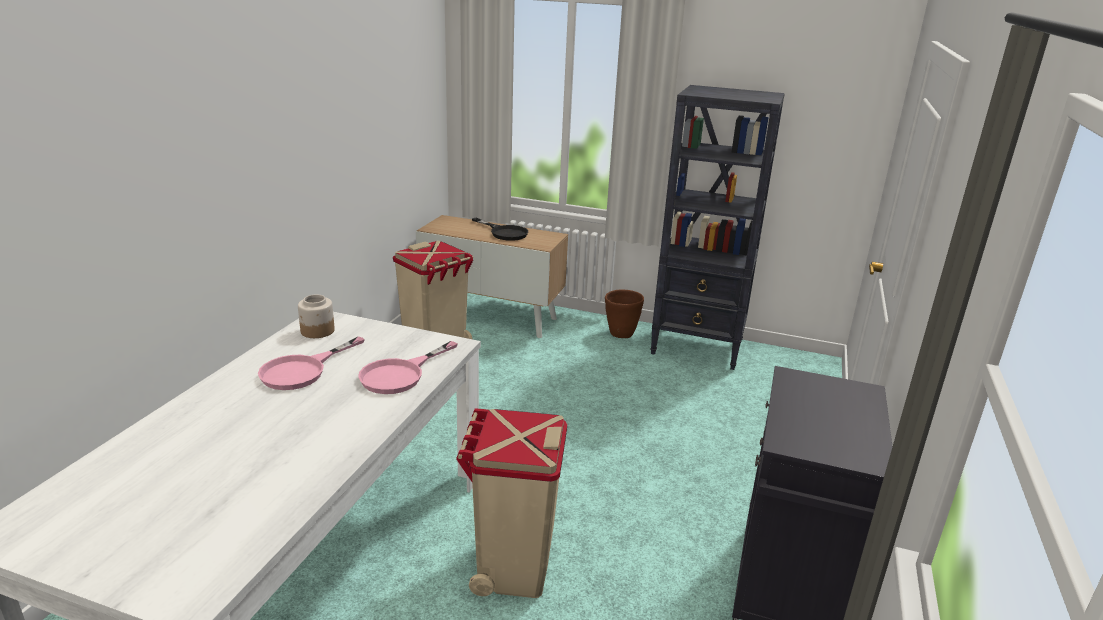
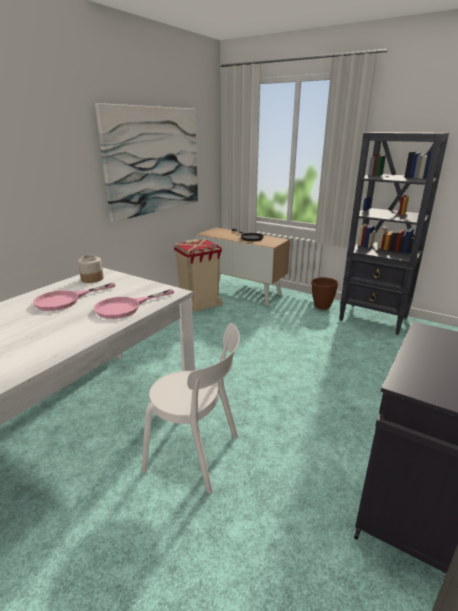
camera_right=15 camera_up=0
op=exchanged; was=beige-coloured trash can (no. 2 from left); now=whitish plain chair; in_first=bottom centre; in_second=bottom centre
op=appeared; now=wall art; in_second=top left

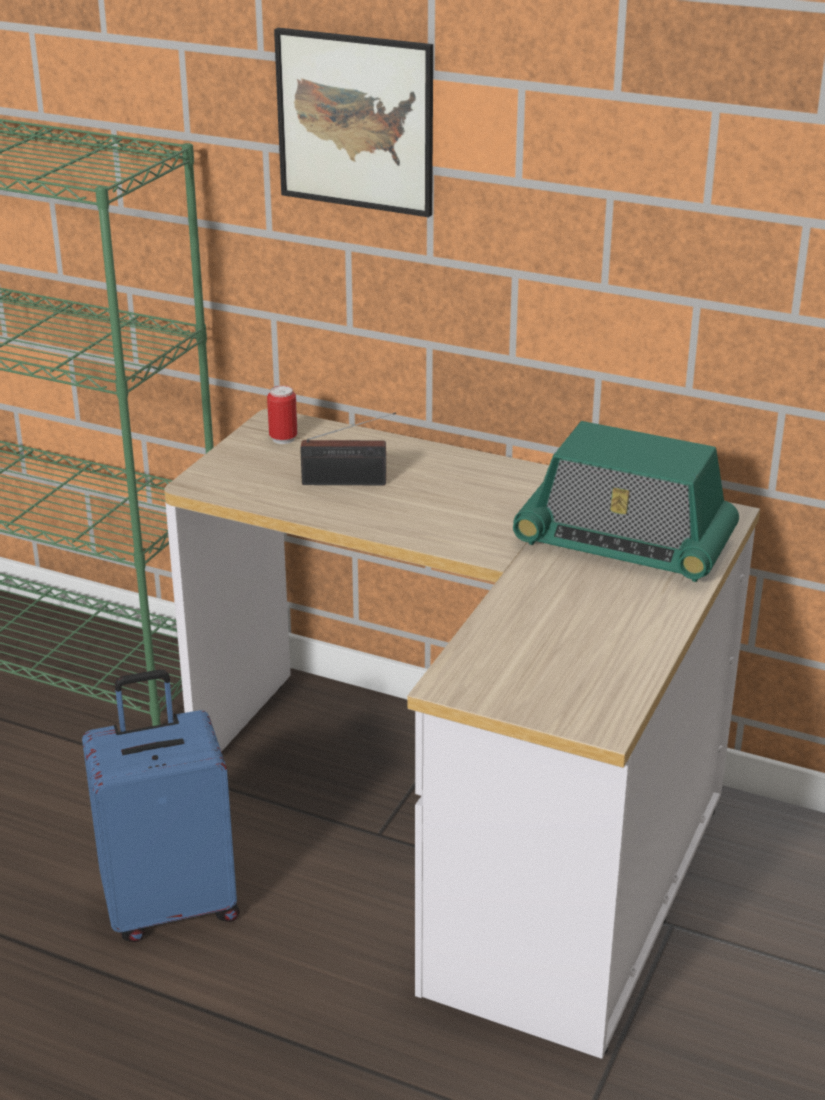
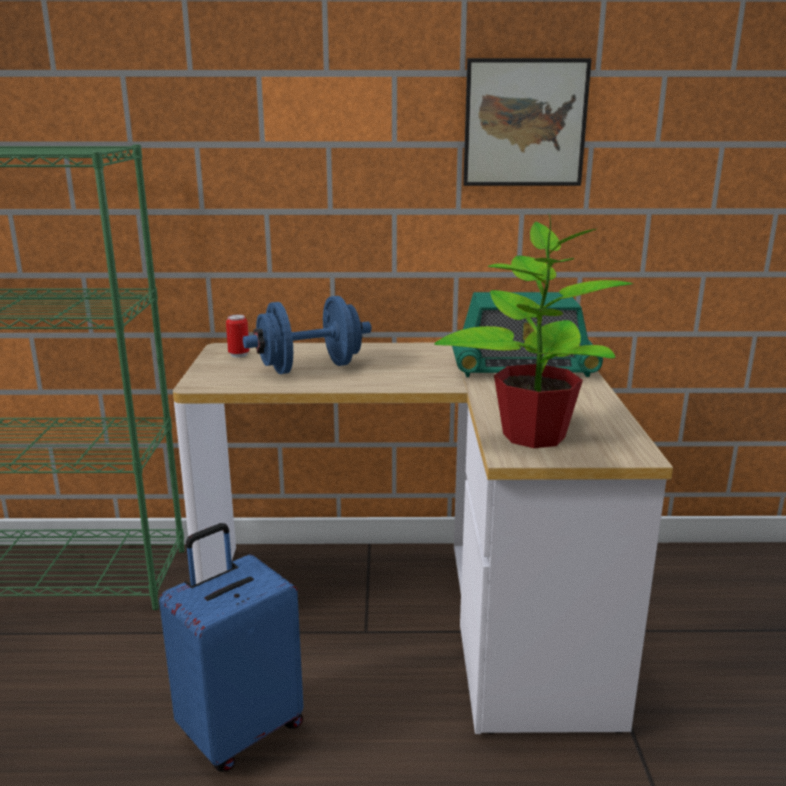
camera_right=-25 camera_up=-10
op=relocated; was=wall art; in_first=top centre; in_second=top right
op=exchanged; was=radio (no. 1 from left); now=blue hand weight; in_first=centre; in_second=centre
op=appeared; now=houseplant; in_second=middle right

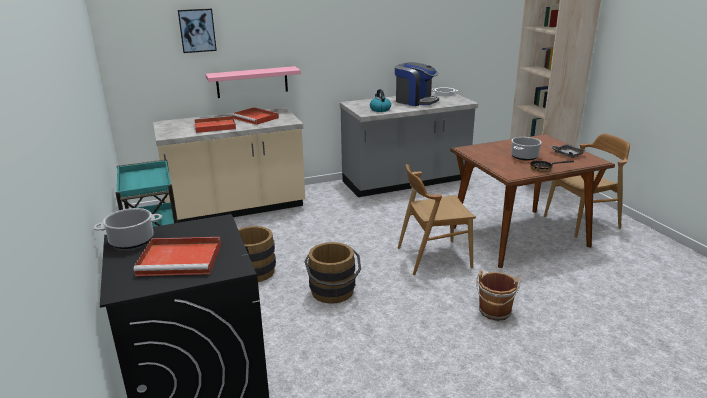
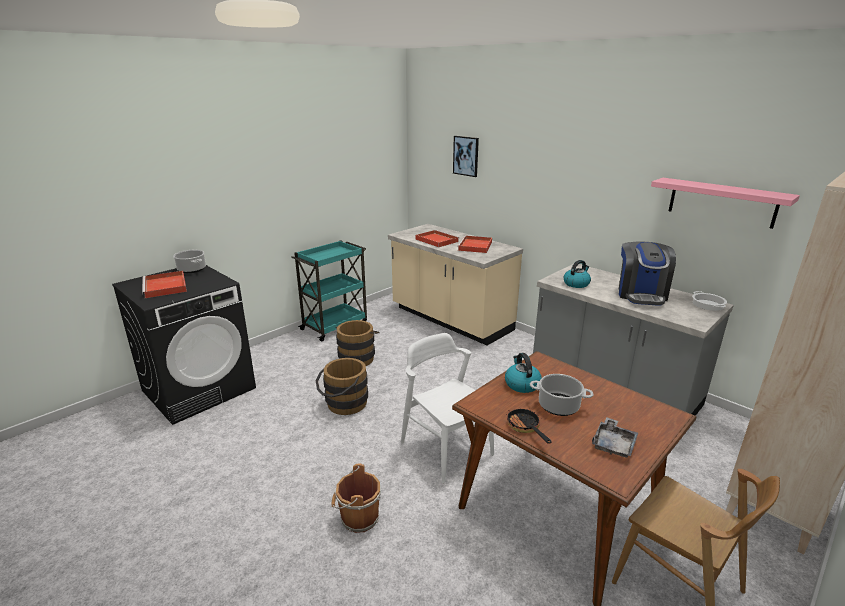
camera_right=65 camera_up=0
op=relocated; was=pink-coloured shelf; in_first=top centre; in_second=middle right
op=colour; was=brownish plain chair (no. 1 from left); now=whitish plain chair; in_first=centre; in_second=bottom centre
op=appeared; now=tea kettle (no. 1 from left); in_second=centre

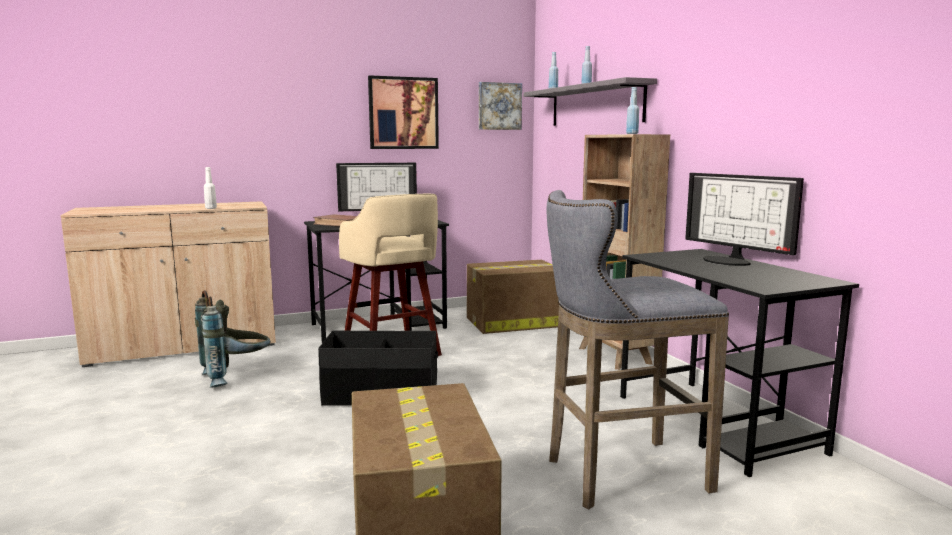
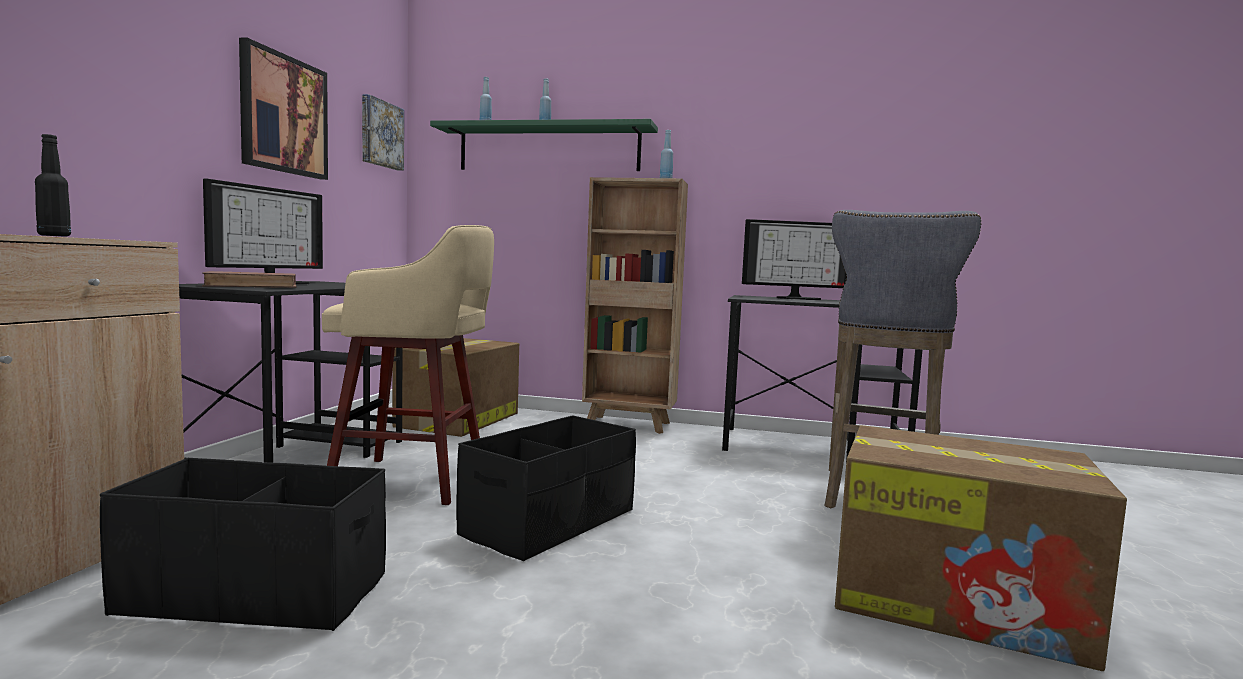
camera_right=-55 camera_up=-5
op=colour; was=gray shelf; now=green-coloured shelf; in_first=top centre; in_second=top centre
op=colour; was=whitish drink bottle; now=black-coloured drink bottle; in_first=middle left; in_second=top left
op=exchanged; was=gray rucksack; now=black-coloured storage box (no. 1 from left); in_first=middle left; in_second=bottom left

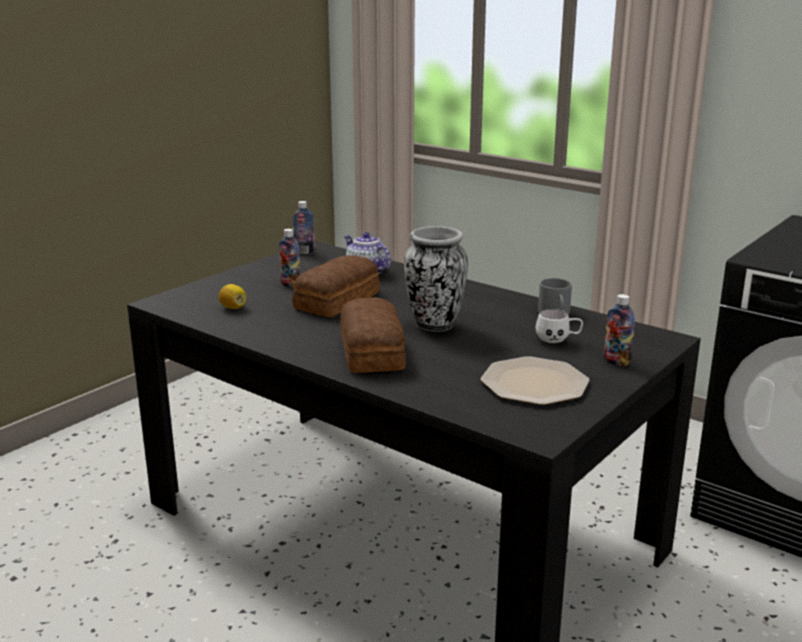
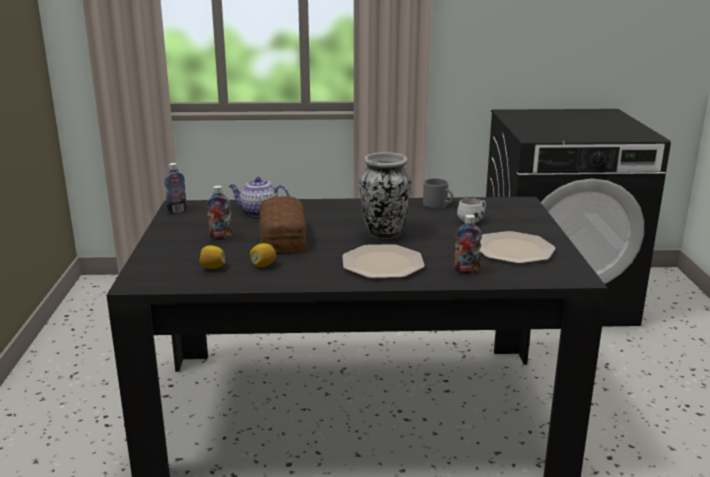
camera_right=-40 camera_up=0
op=relocated; was=drink bottle (no. 3 from left); in_first=middle right; in_second=centre
op=exchanged; was=bread (no. 2 from left); now=plate (no. 1 from left); in_first=centre; in_second=centre
op=appeared; now=lemon (no. 2 from left); in_second=centre

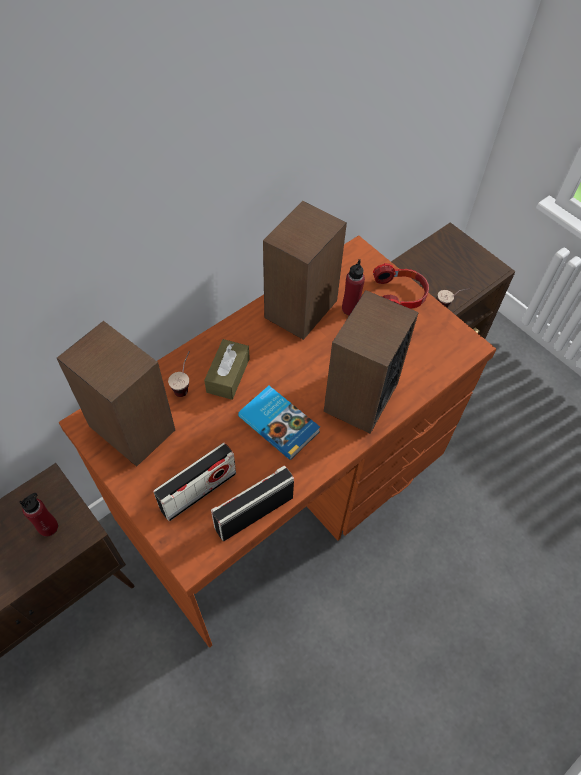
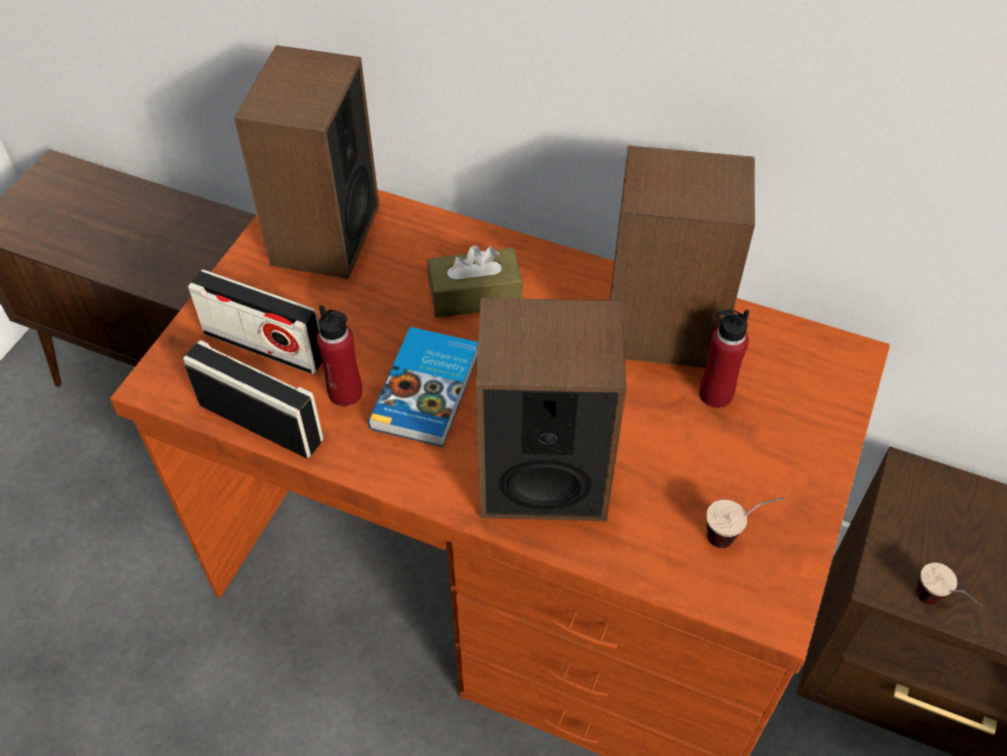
camera_right=65 camera_up=-5
op=missing; was=pair of headphones; in_first=middle right
op=relocated; was=cup (no. 1 from left); in_first=middle left; in_second=bottom right
op=relocated; was=reddish drink bottle (no. 1 from left); in_first=middle left; in_second=centre

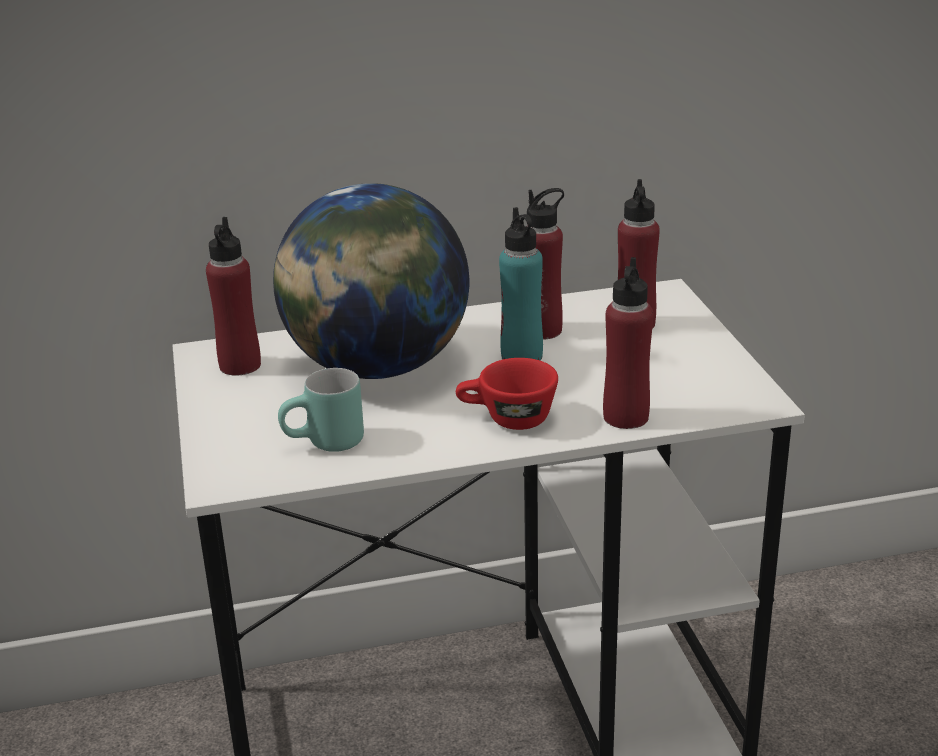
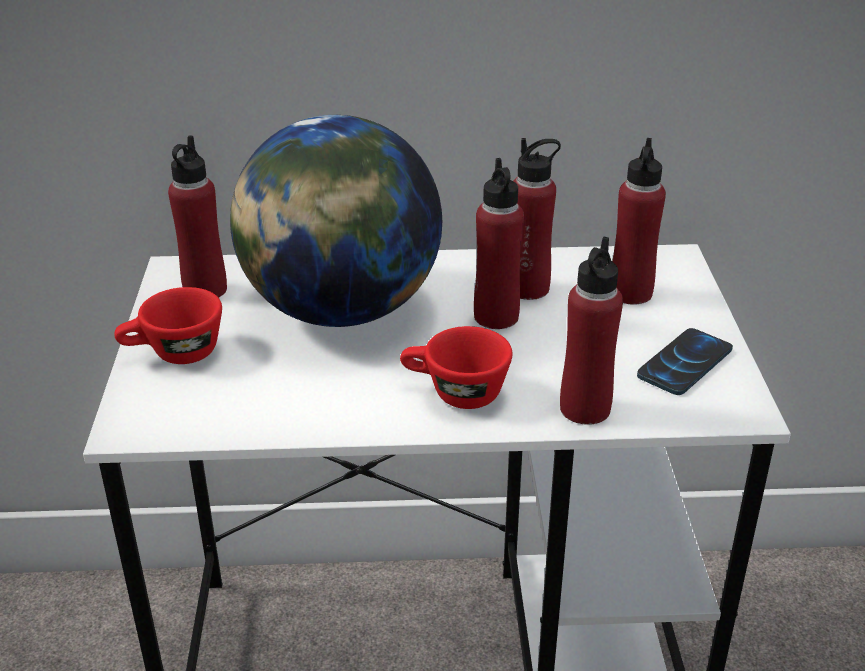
camera_right=10 camera_up=5
op=colour; was=blue-green drink bottle; now=reddish drink bottle (no. 2 from left); in_first=centre; in_second=centre
op=missing; was=blue-green coffee mug; in_first=centre
op=appeared; now=reddish cup (no. 1 from left); in_second=middle left
op=appeared; now=phone; in_second=middle right

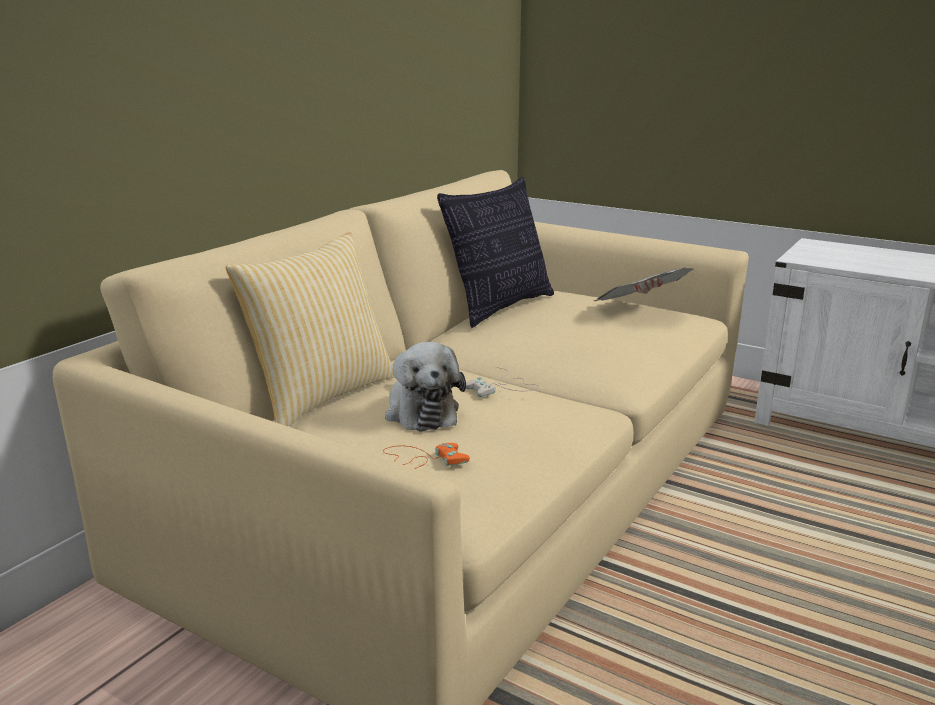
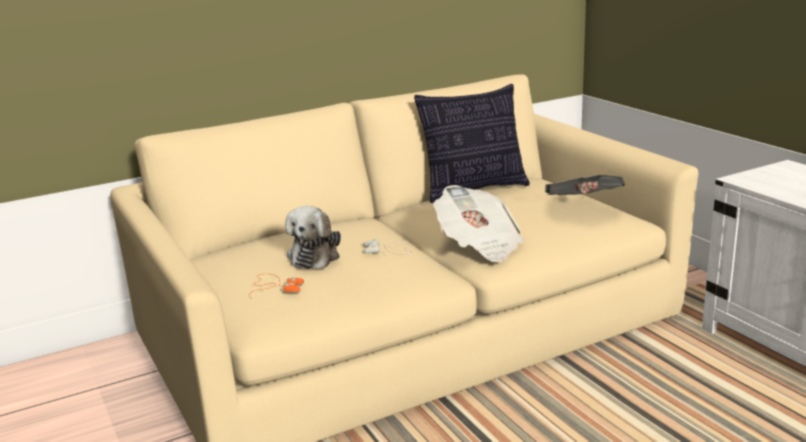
camera_right=30 camera_up=0
op=missing; was=cushion (no. 1 from left); in_first=middle left
op=appeared; now=printed paper (no. 1 from left); in_second=centre

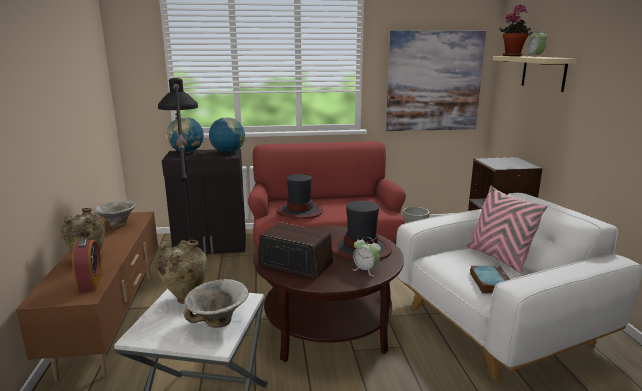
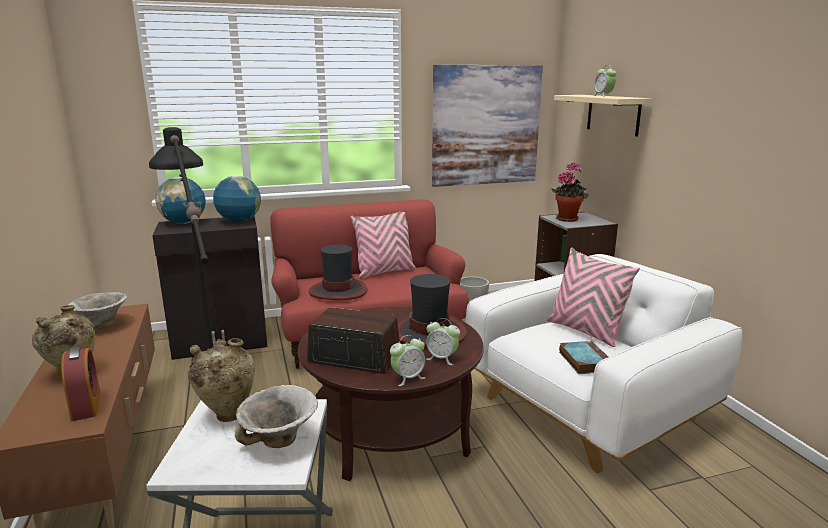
camera_right=-10 camera_up=0
op=relocated; was=houseplant; in_first=top right; in_second=middle right
op=appeared; now=pink-coloured cushion (no. 1 from left); in_second=centre
op=appeared; now=bedside clock (no. 2 from left); in_second=bottom centre

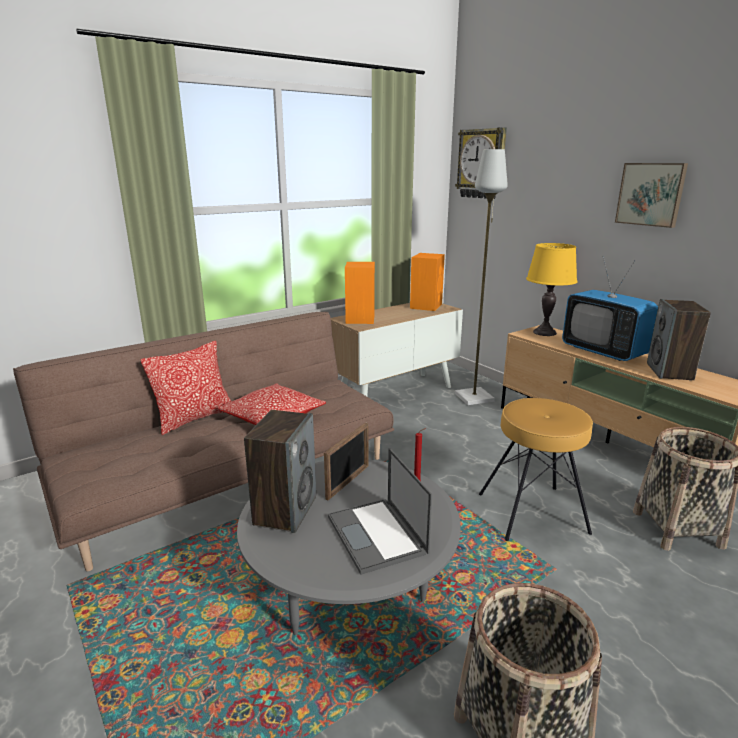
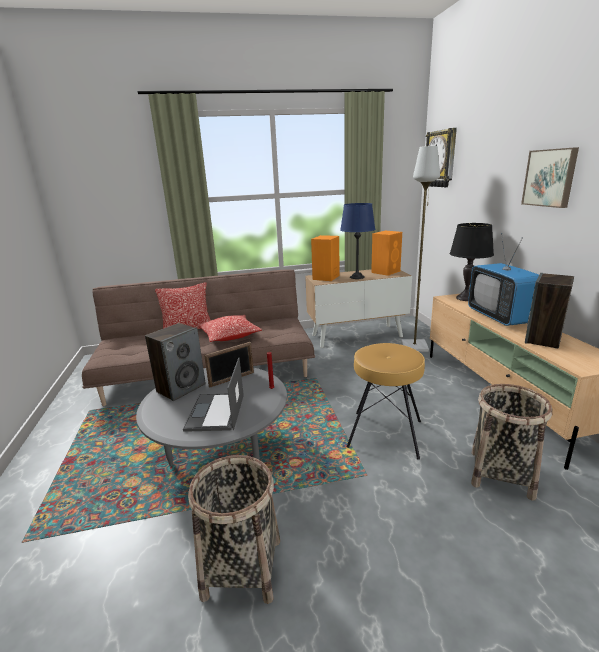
camera_right=25 camera_up=0
op=colour; was=yellow tabletop lamp; now=black-coloured tabletop lamp; in_first=middle right; in_second=middle right
op=appeared; now=blue tabletop lamp; in_second=centre

